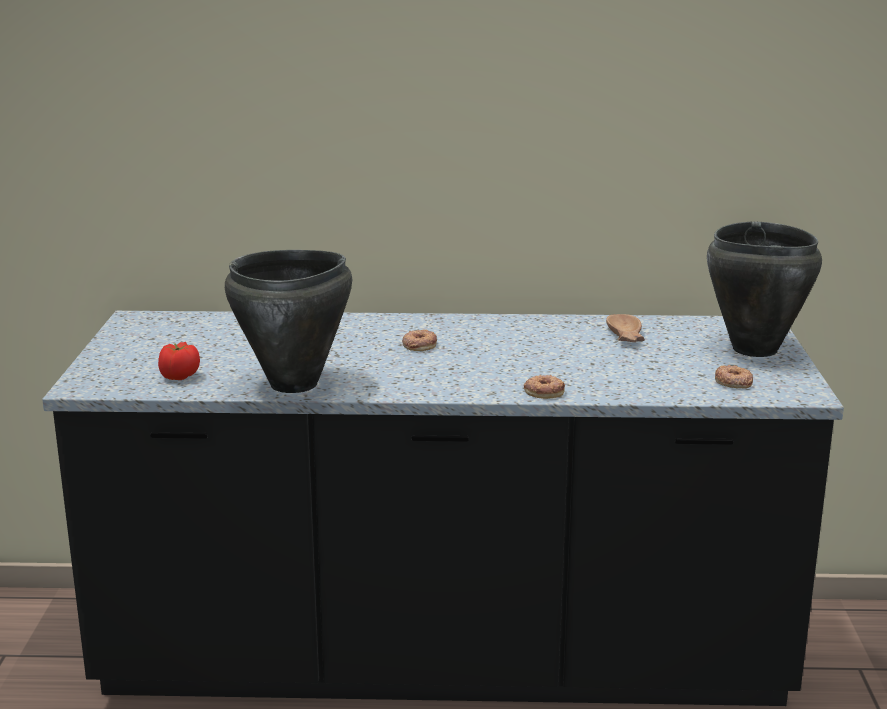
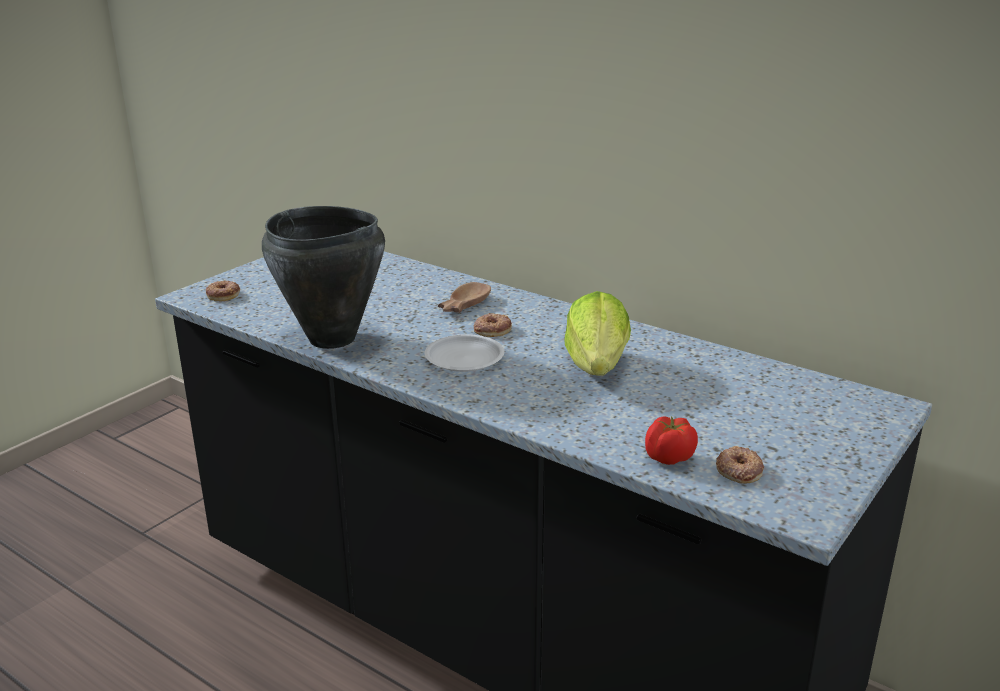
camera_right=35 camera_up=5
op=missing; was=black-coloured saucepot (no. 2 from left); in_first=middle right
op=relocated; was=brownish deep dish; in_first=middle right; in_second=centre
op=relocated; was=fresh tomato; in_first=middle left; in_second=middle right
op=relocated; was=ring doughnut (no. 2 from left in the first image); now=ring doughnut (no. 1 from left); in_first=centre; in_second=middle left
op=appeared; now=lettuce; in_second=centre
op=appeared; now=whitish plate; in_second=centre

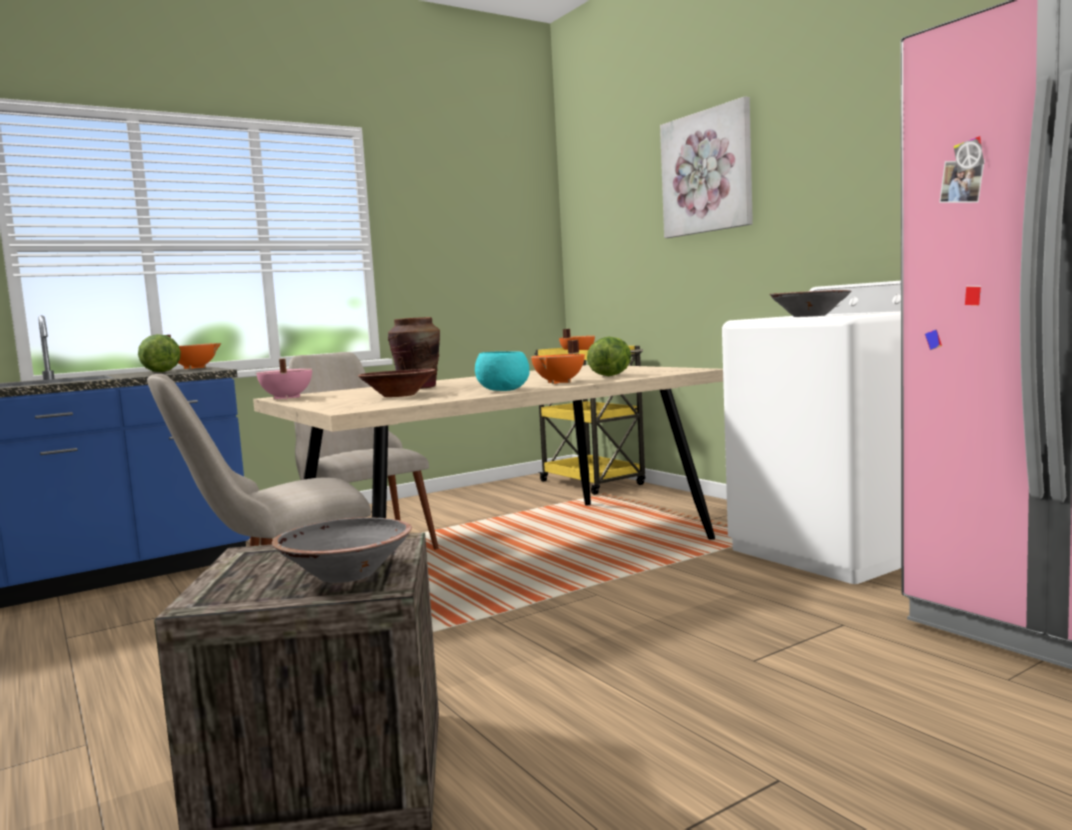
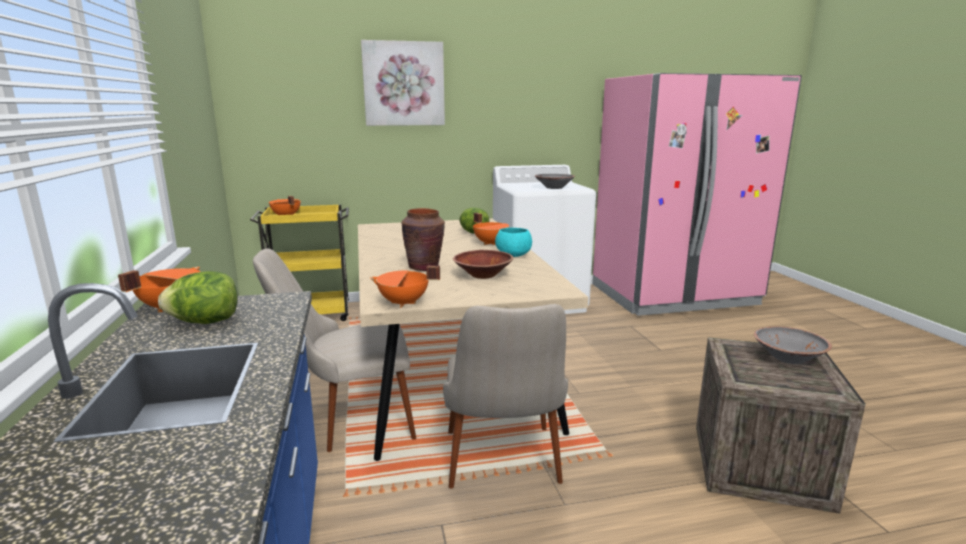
camera_right=-70 camera_up=10
op=colour; was=pink-coloured saucepot; now=orange saucepot (no. 3 from left); in_first=middle left; in_second=centre

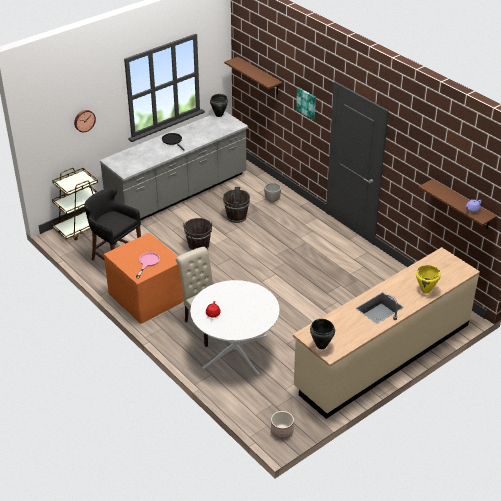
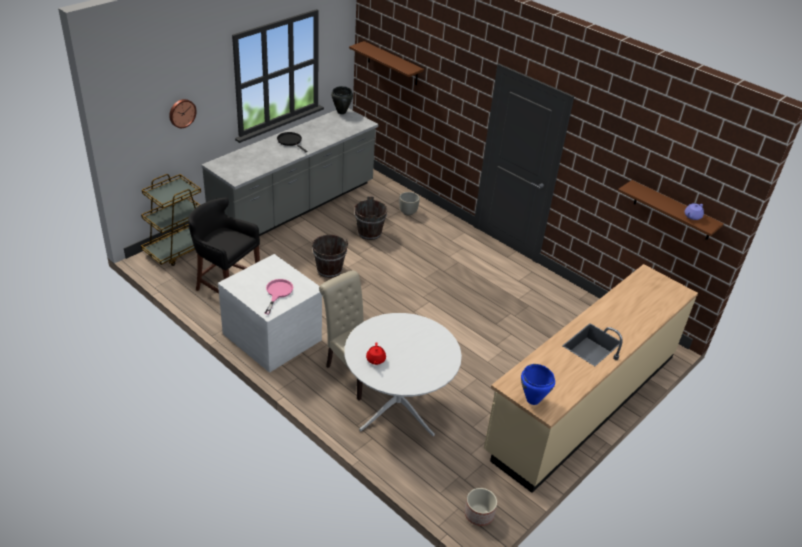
camera_right=-10 camera_up=0
op=missing; was=wall art; in_first=top centre
op=colour; was=orange chest of drawers; now=whitish chest of drawers; in_first=middle left; in_second=centre
op=missing; was=yellow saucepot; in_first=middle right
op=colour; was=black-coloured saucepot (no. 2 from left); now=blue saucepot; in_first=bottom centre; in_second=bottom right

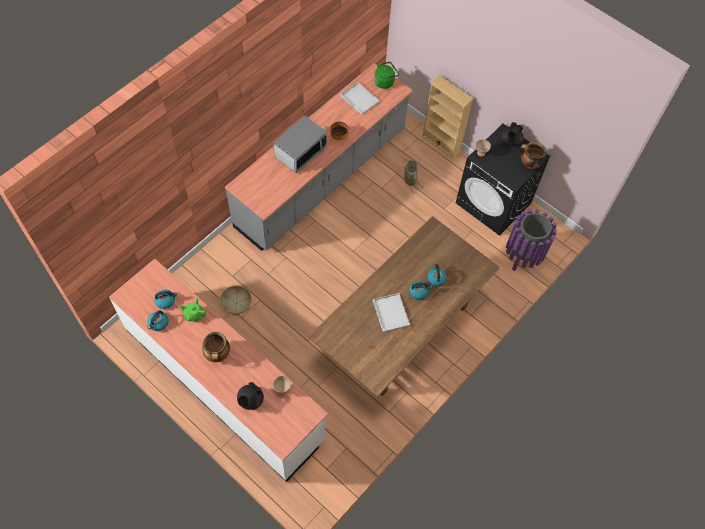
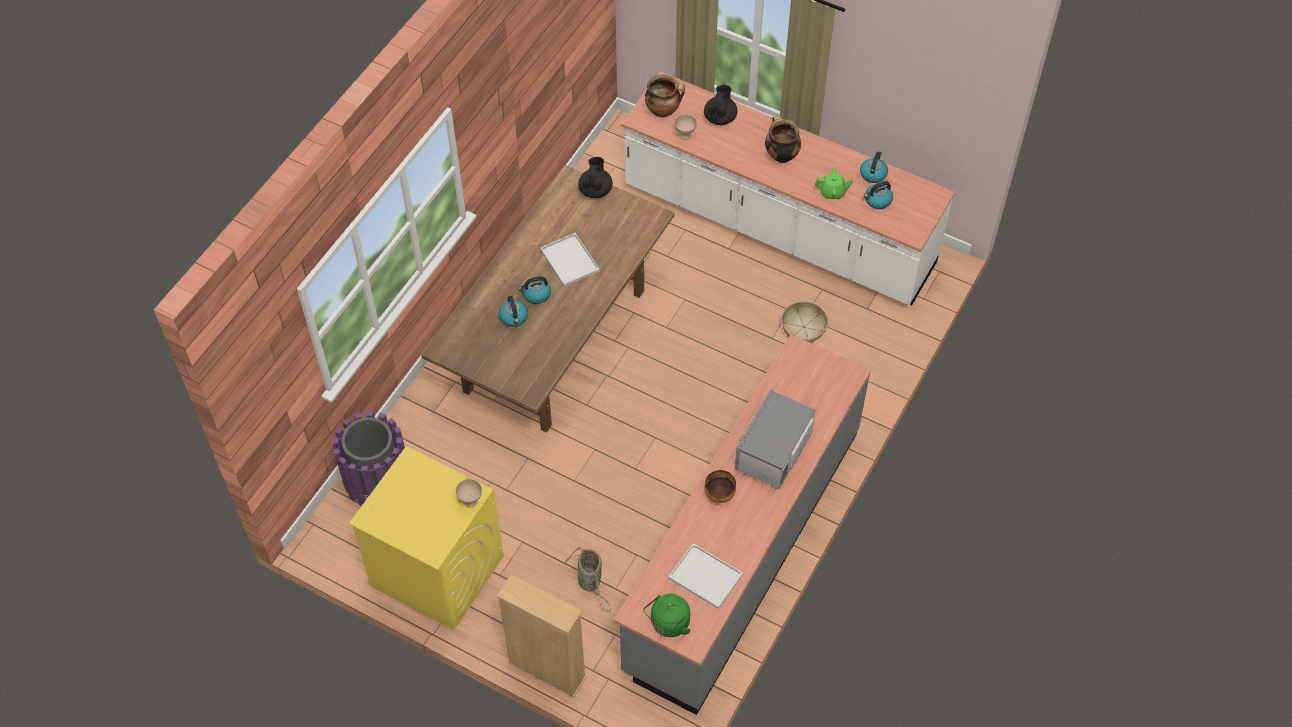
camera_right=170 camera_up=-5
op=relocated; was=black-coloured pot for tea (no. 2 from left in the first image); now=black-coloured pot for tea (no. 1 from left); in_first=top right; in_second=top centre
op=colour; was=black-coloured laundry appliance; now=yellow laundry appliance; in_first=middle right; in_second=bottom left
op=relocated; was=saucepot (no. 2 from left in the first image); now=saucepot (no. 1 from left); in_first=top right; in_second=top centre

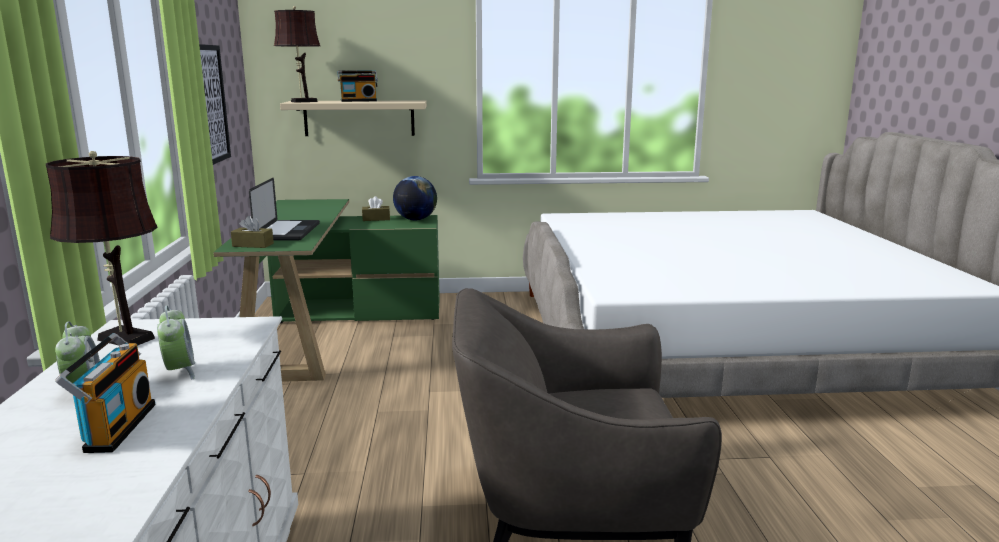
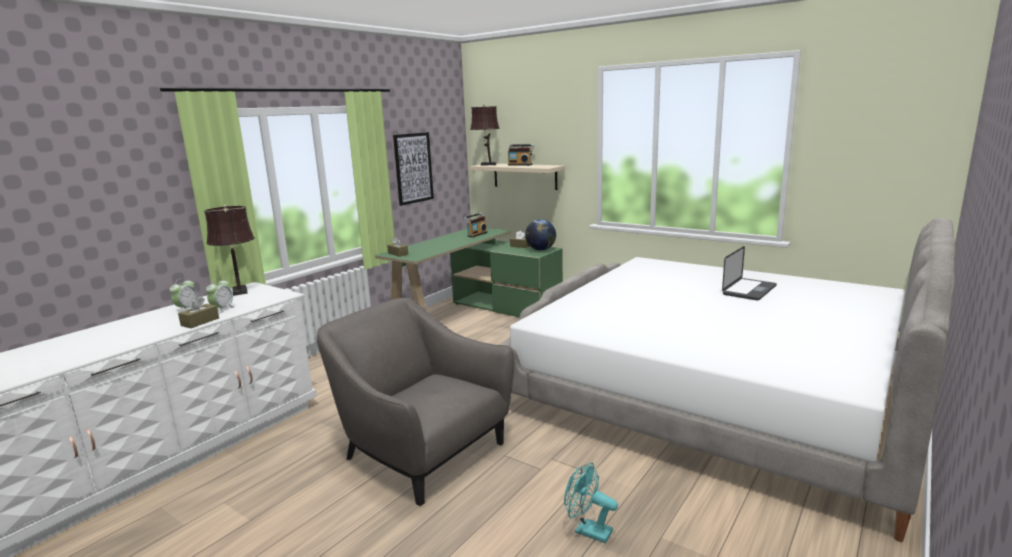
camera_right=40 camera_up=0
op=relocated; was=laptop; in_first=middle left; in_second=middle right
op=relocated; was=radio (no. 1 from left); in_first=bottom left; in_second=centre
op=appeared; now=brownish box of tissues (no. 1 from left); in_second=middle left
op=appeared; now=blue-green electric fan; in_second=bottom centre

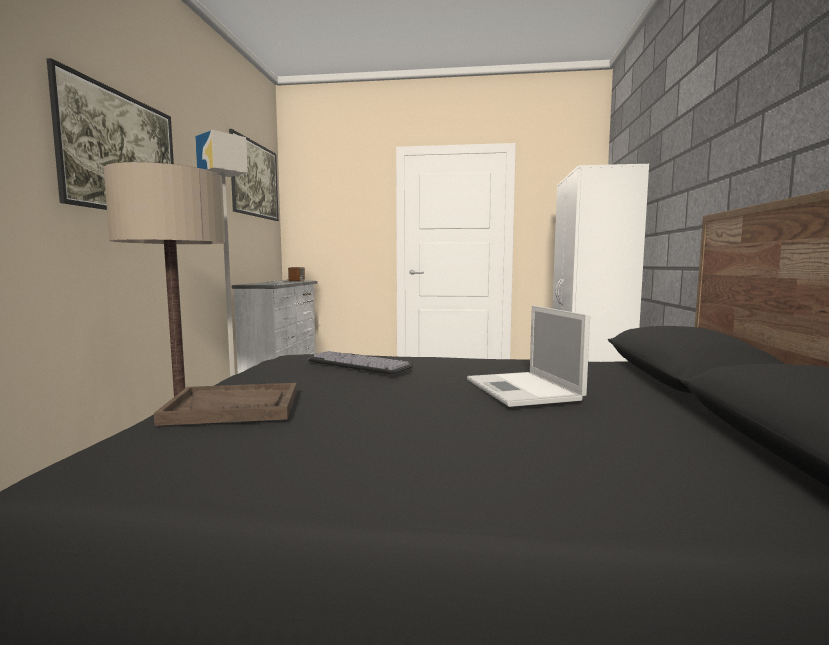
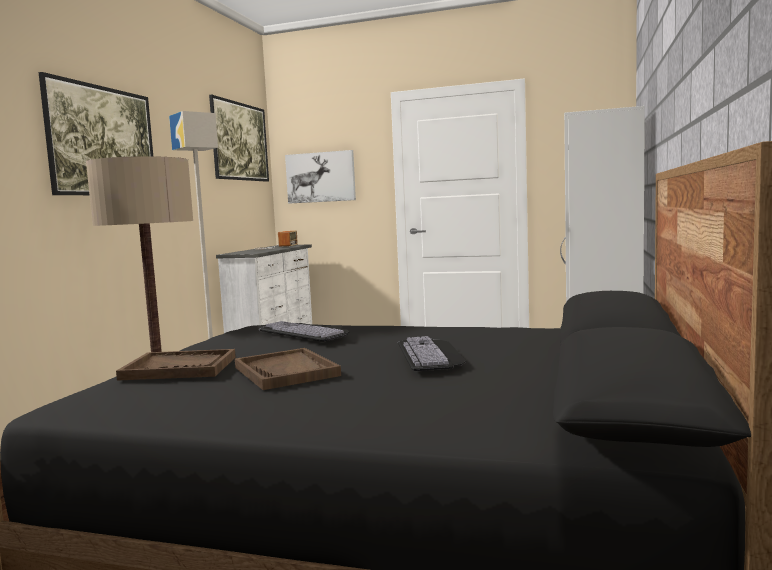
camera_right=10 camera_up=0
op=exchanged; was=laptop; now=PC keyboard (no. 2 from left); in_first=centre; in_second=centre
op=appeared; now=wall art (no. 3 from left); in_second=top centre
op=appeared; now=brownish tray (no. 2 from left); in_second=centre

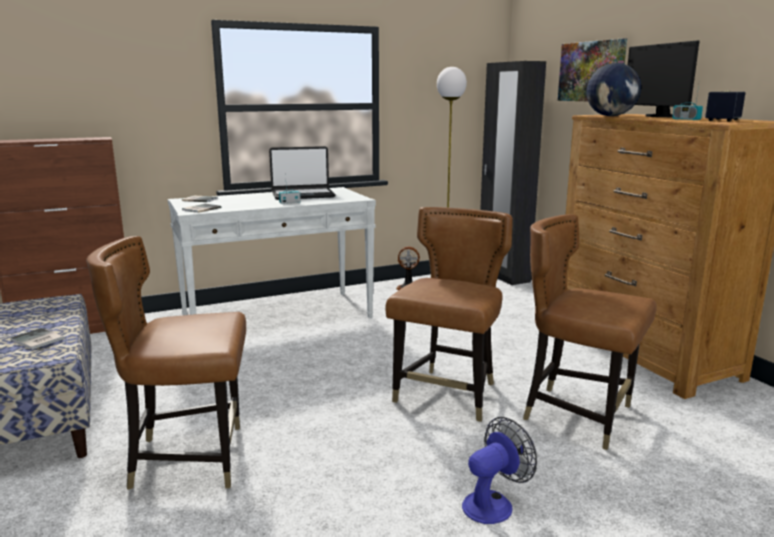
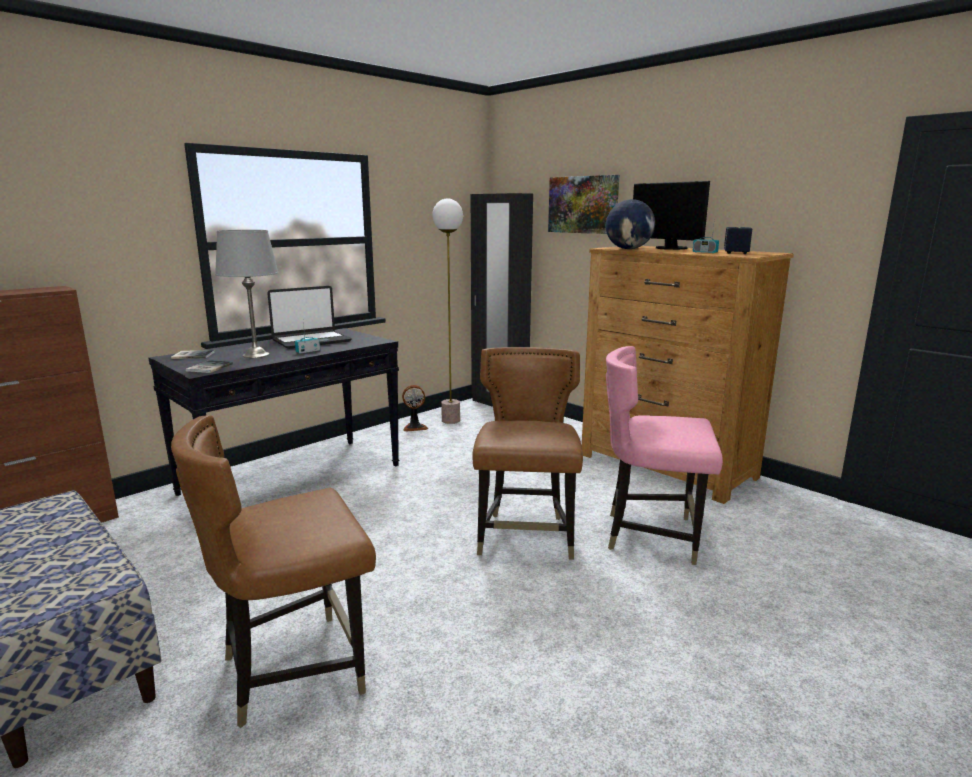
camera_right=-20 camera_up=0
op=colour; was=whitish console table; now=black-coloured console table; in_first=centre; in_second=middle left
op=colour; was=brownish plain chair (no. 3 from left); now=pink-coloured plain chair; in_first=middle right; in_second=middle right
op=missing; was=book (no. 1 from left); in_first=middle left
op=missing; was=electric fan (no. 2 from left); in_first=bottom centre
op=appeared; now=gray tabletop lamp; in_second=middle left

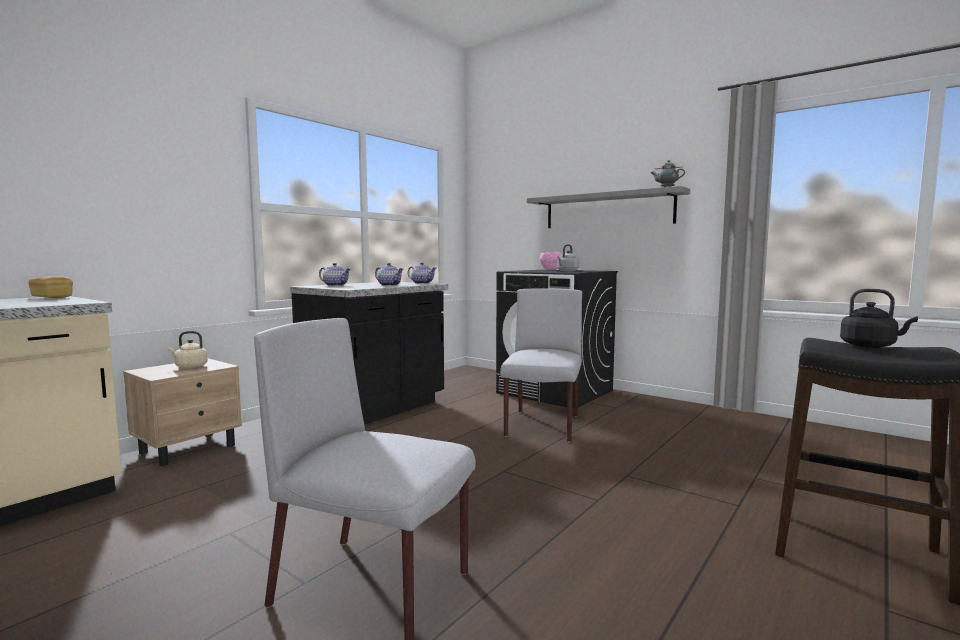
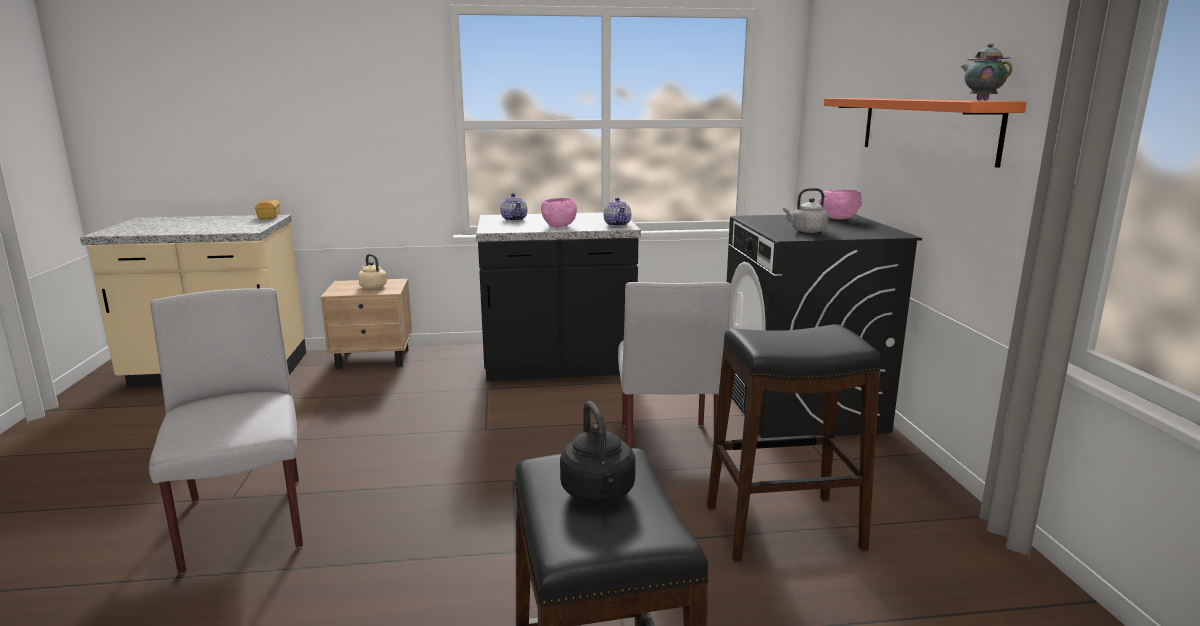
camera_right=45 camera_up=10
op=colour; was=gray shelf; now=orange shelf; in_first=top centre; in_second=top right
op=exchanged; was=pot for tea (no. 2 from left); now=pink-coloured deep dish (no. 1 from left); in_first=centre; in_second=centre
op=spun; was=gray plain chair (no. 2 from left); in_first=centre; in_second=centre; clockwise=120
op=appeared; now=black-coloured stool (no. 2 from left); in_second=bottom centre

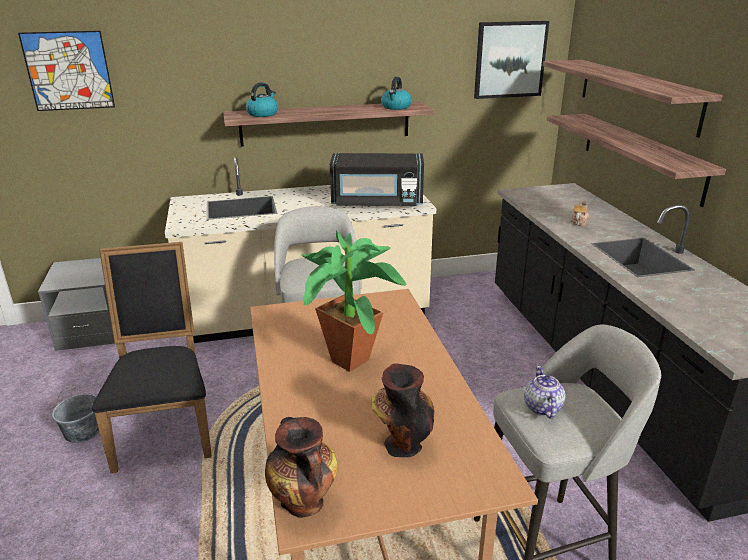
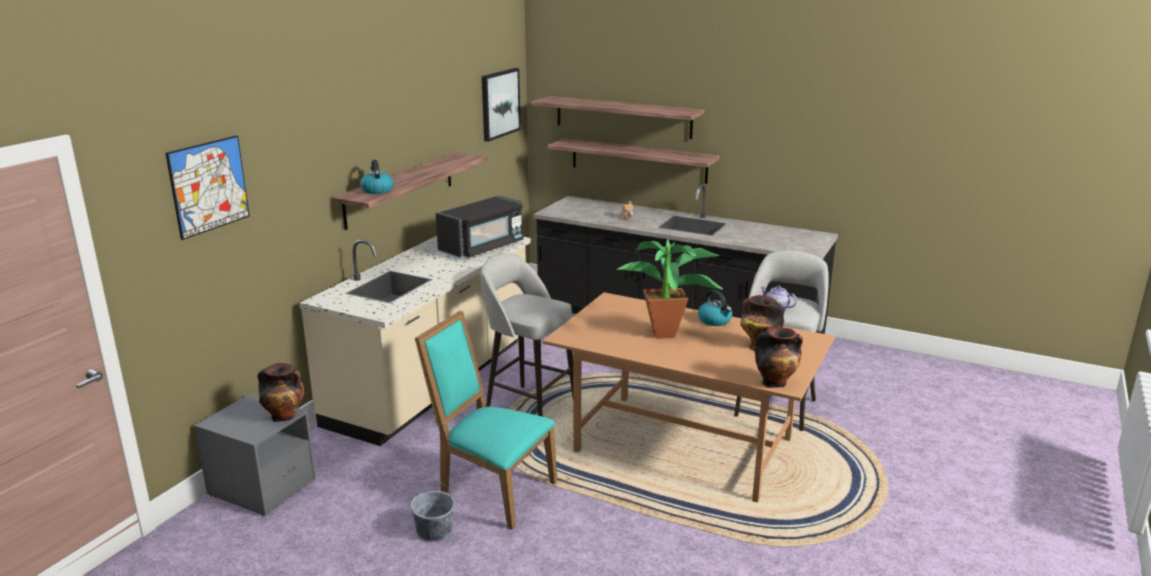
camera_right=-50 camera_up=-5
op=relocated; was=tea kettle (no. 2 from left); in_first=top centre; in_second=centre
op=colour; was=black-coloured plain chair; now=blue-green plain chair; in_first=middle left; in_second=bottom centre
op=appeared; now=flower vase (no. 1 from left); in_second=bottom left

